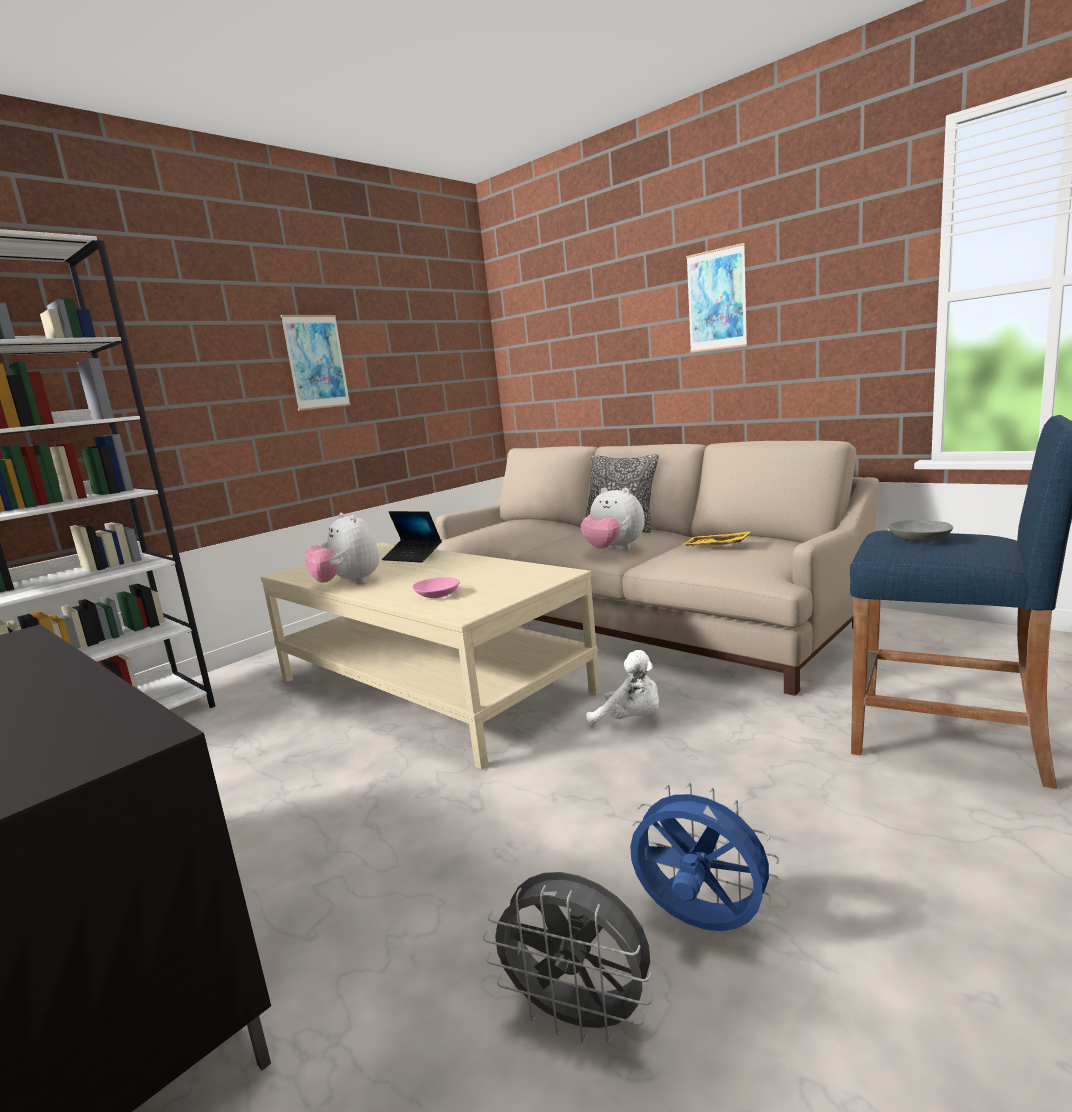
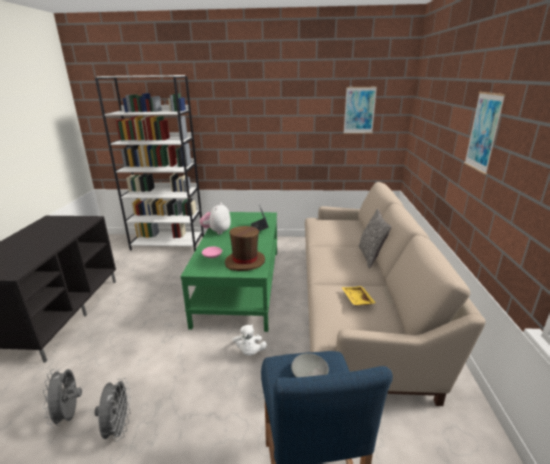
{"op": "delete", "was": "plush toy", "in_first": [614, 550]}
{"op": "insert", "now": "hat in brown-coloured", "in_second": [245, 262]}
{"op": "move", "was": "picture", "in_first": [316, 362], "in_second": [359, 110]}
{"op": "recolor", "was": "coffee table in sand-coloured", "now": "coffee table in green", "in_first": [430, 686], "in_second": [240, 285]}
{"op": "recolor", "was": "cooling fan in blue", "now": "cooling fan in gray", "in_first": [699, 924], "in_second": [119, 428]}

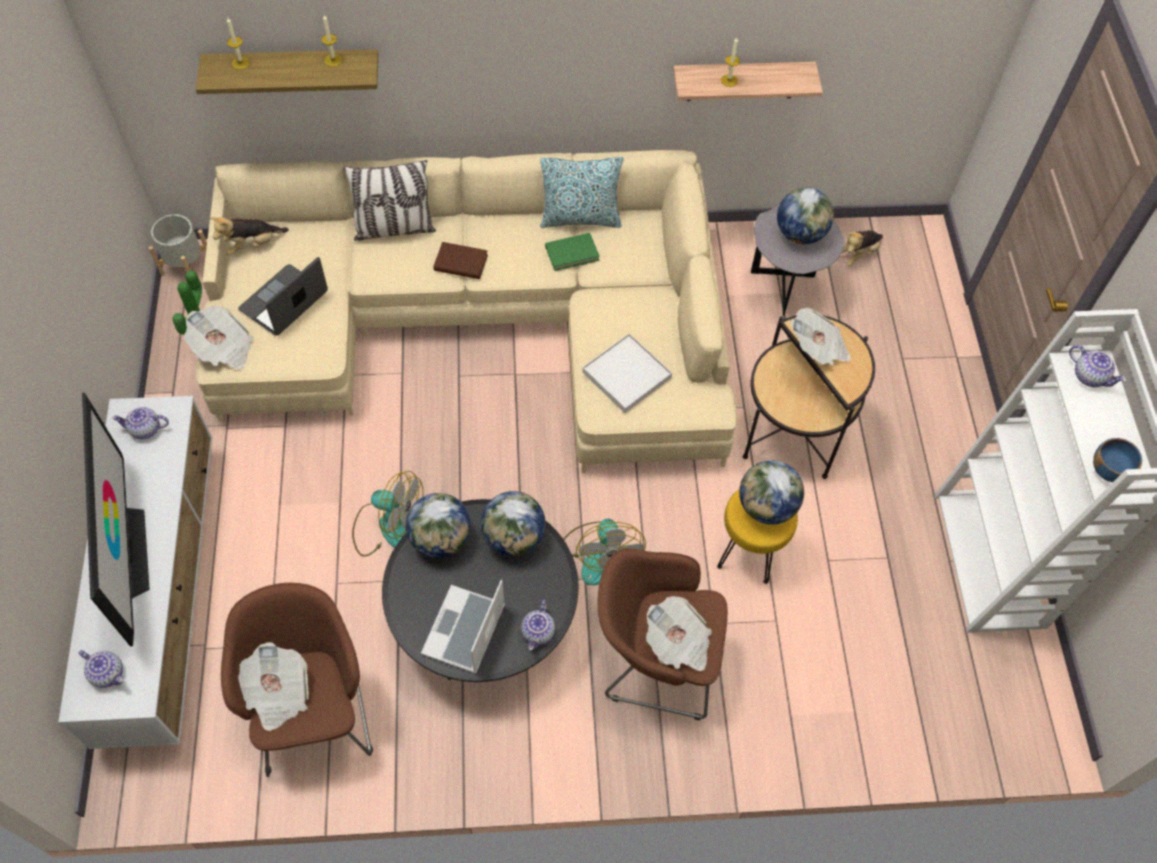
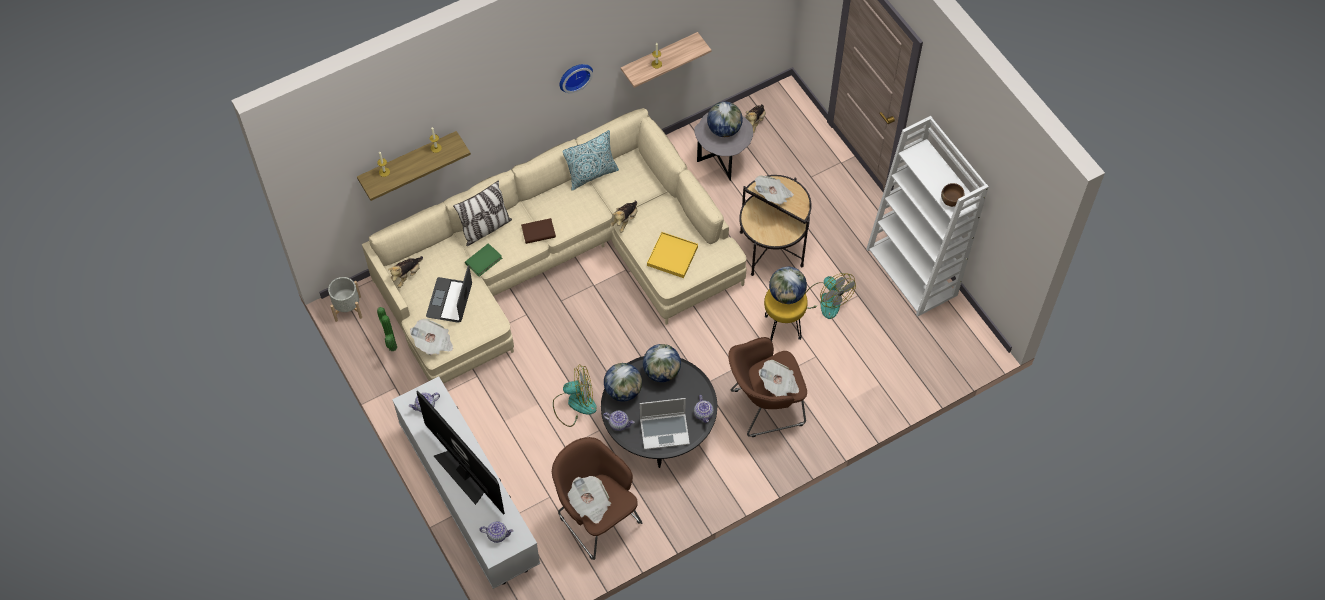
{"op": "insert", "now": "clock on the wall", "in_second": [574, 75]}
{"op": "insert", "now": "plush toy", "in_second": [625, 220]}
{"op": "move", "was": "volume in green", "in_first": [572, 253], "in_second": [483, 261]}
{"op": "move", "was": "cooling fan", "in_first": [599, 553], "in_second": [826, 300]}
{"op": "move", "was": "tea pot", "in_first": [1090, 376], "in_second": [619, 423]}
{"op": "recolor", "was": "tray in white-coloured", "now": "tray in yellow-coloured", "in_first": [626, 375], "in_second": [672, 256]}
{"op": "recolor", "was": "serving bowl in blue", "now": "serving bowl in brown-coloured", "in_first": [1109, 470], "in_second": [951, 200]}
{"op": "rotate", "was": "laptop", "in_first": [464, 631], "in_second": [665, 431], "clockwise": -90}

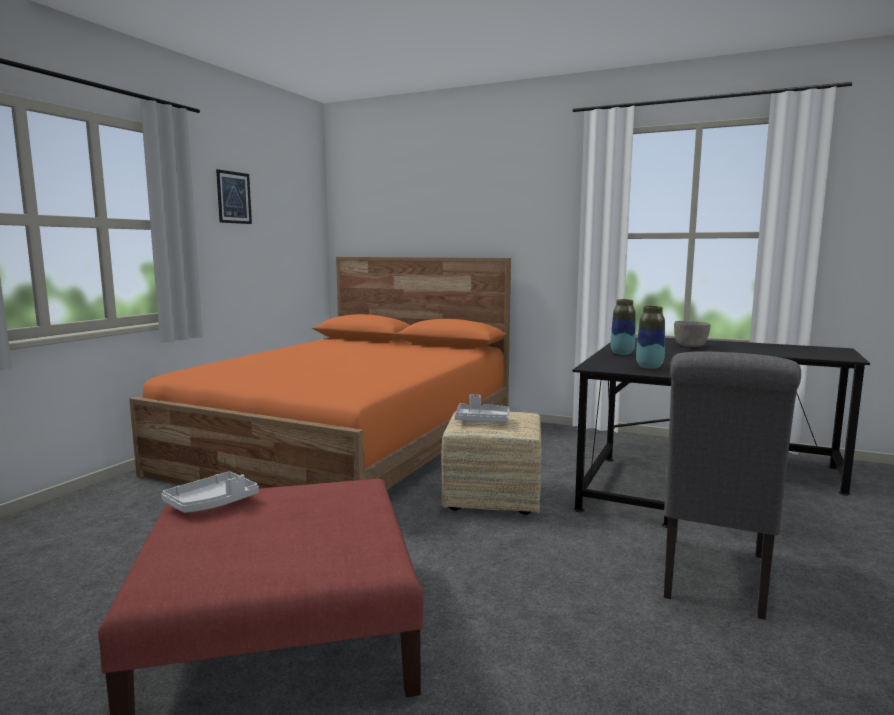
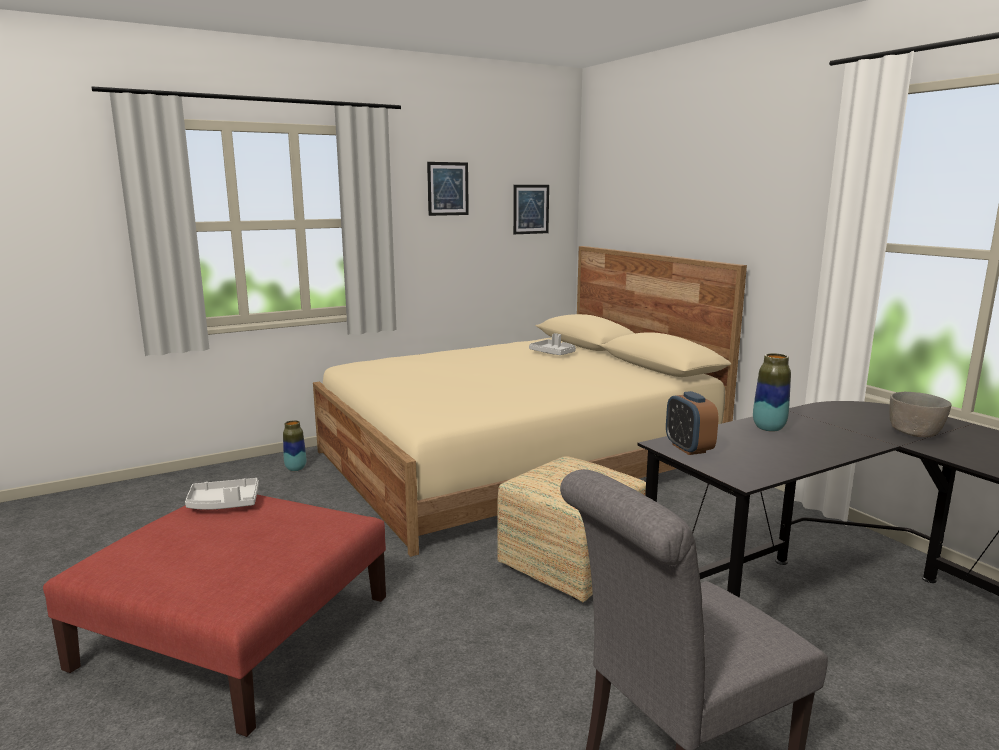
{"op": "insert", "now": "picture", "in_second": [531, 209]}
{"op": "insert", "now": "table clock", "in_second": [688, 448]}
{"op": "move", "was": "tray in gray", "in_first": [482, 420], "in_second": [553, 353]}
{"op": "move", "was": "flower vase", "in_first": [649, 367], "in_second": [295, 468]}
{"op": "recolor", "was": "sleeping bed in orangey", "now": "sleeping bed in sand-coloured", "in_first": [350, 443], "in_second": [518, 460]}

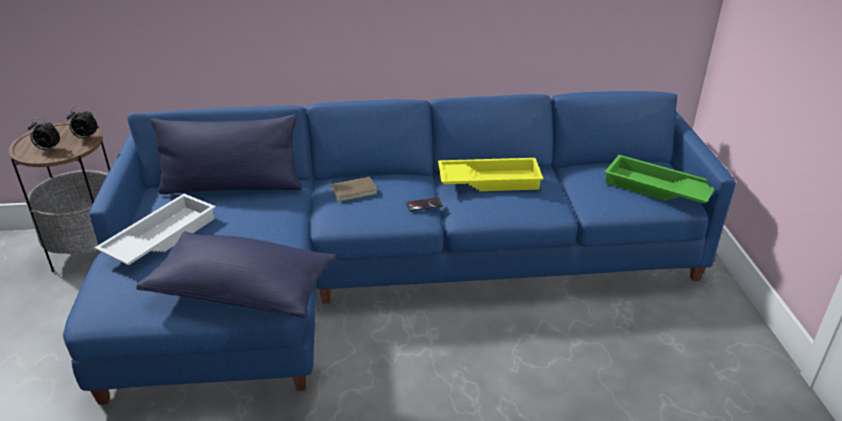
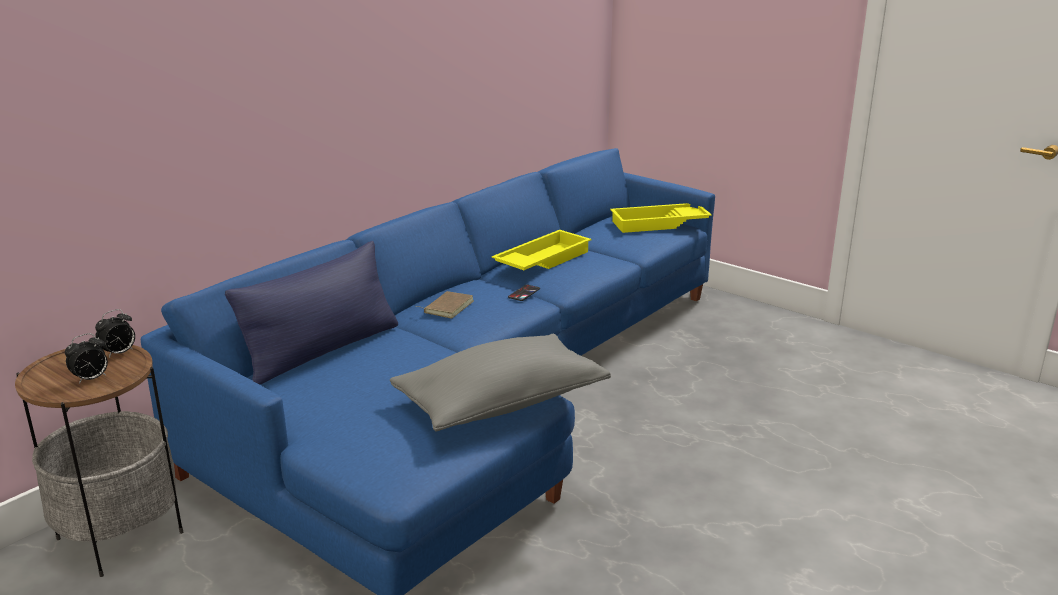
{"op": "delete", "was": "tray in white-coloured", "in_first": [160, 237]}
{"op": "recolor", "was": "throw pillow in blue", "now": "throw pillow in gray", "in_first": [243, 292], "in_second": [501, 404]}
{"op": "recolor", "was": "tray in green", "now": "tray in yellow-coloured", "in_first": [656, 189], "in_second": [659, 224]}

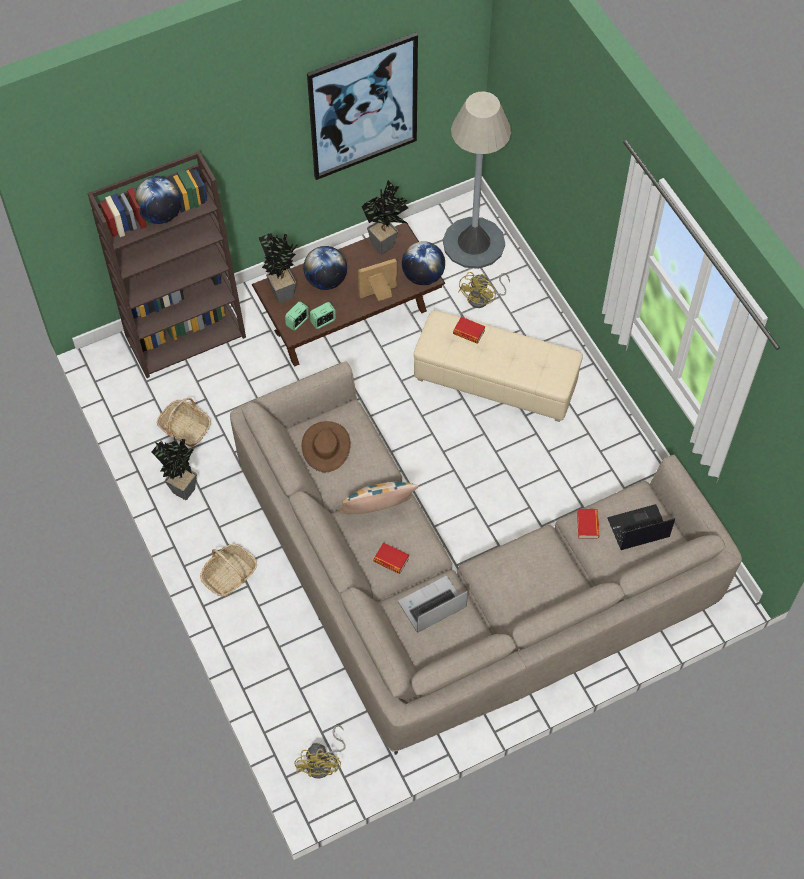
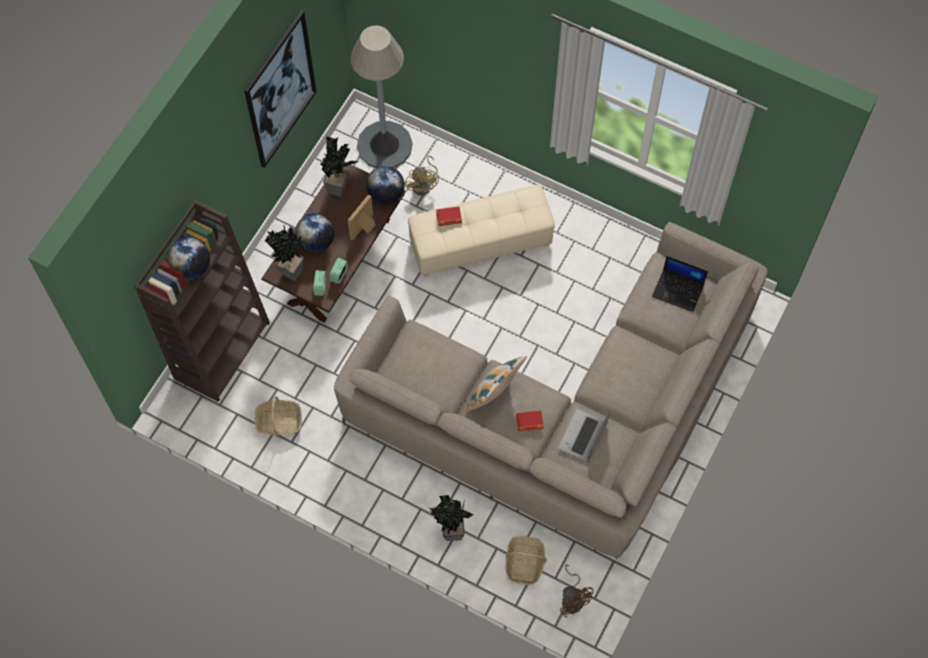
{"op": "delete", "was": "hat in brown-coloured", "in_first": [326, 447]}
{"op": "delete", "was": "volume", "in_first": [587, 525]}
{"op": "move", "was": "plant in a pot", "in_first": [182, 487], "in_second": [449, 531]}
{"op": "move", "was": "household basket", "in_first": [229, 575], "in_second": [524, 563]}
{"op": "recolor", "was": "cooling fan in yellow-coloured", "now": "cooling fan in brown-coloured", "in_first": [323, 763], "in_second": [573, 598]}
{"op": "rotate", "was": "laptop", "in_first": [637, 529], "in_second": [678, 290], "clockwise": -105}

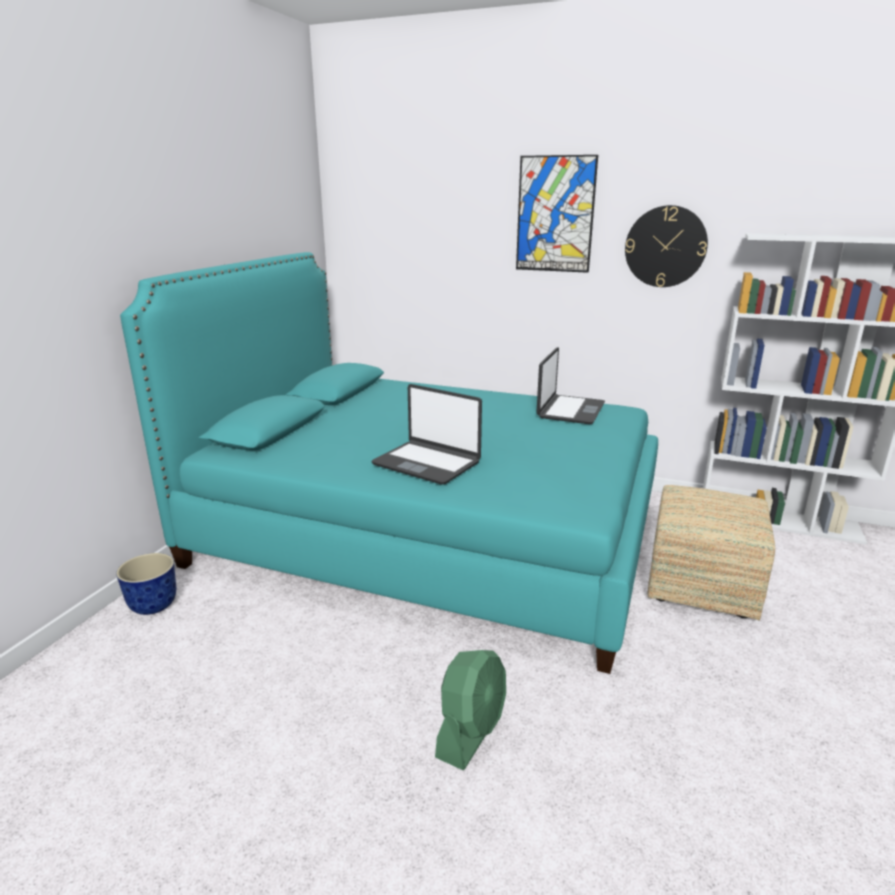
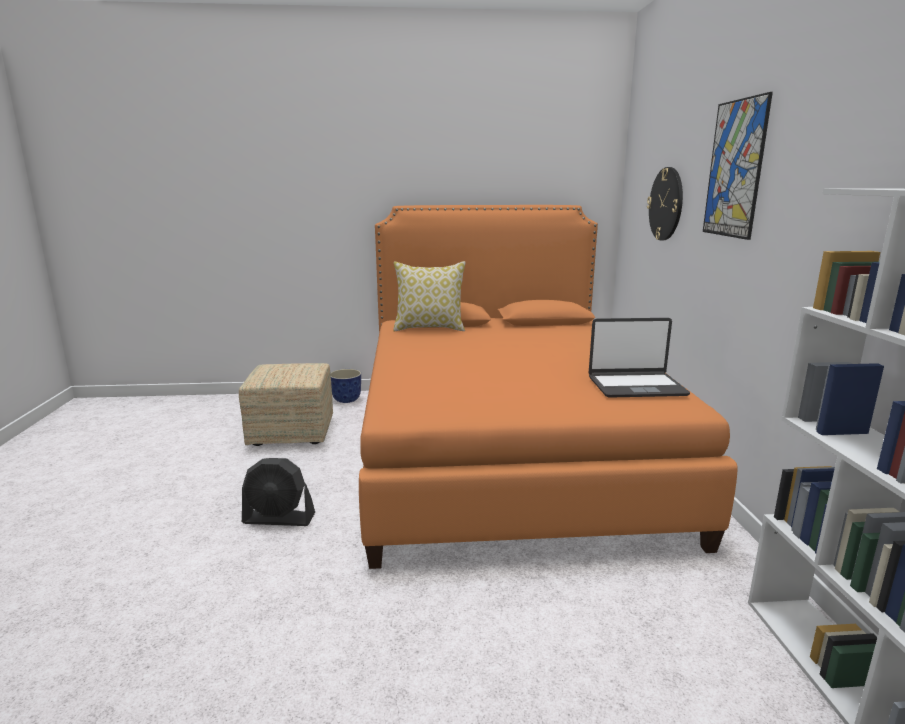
{"op": "delete", "was": "laptop", "in_first": [427, 463]}
{"op": "insert", "now": "throw pillow", "in_second": [429, 328]}
{"op": "move", "was": "clock on the wall", "in_first": [665, 246], "in_second": [666, 204]}
{"op": "move", "was": "footrest", "in_first": [700, 585], "in_second": [293, 432]}
{"op": "recolor", "was": "sleeping bed in turquoise-coloured", "now": "sleeping bed in orangey", "in_first": [428, 533], "in_second": [505, 450]}
{"op": "recolor", "was": "cooling fan in green", "now": "cooling fan in blackish", "in_first": [471, 731], "in_second": [279, 519]}

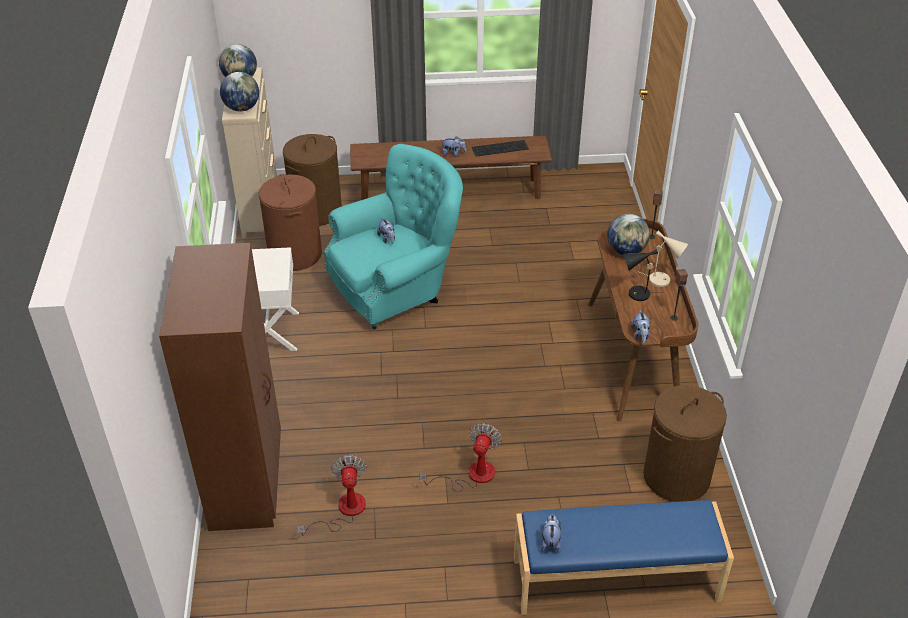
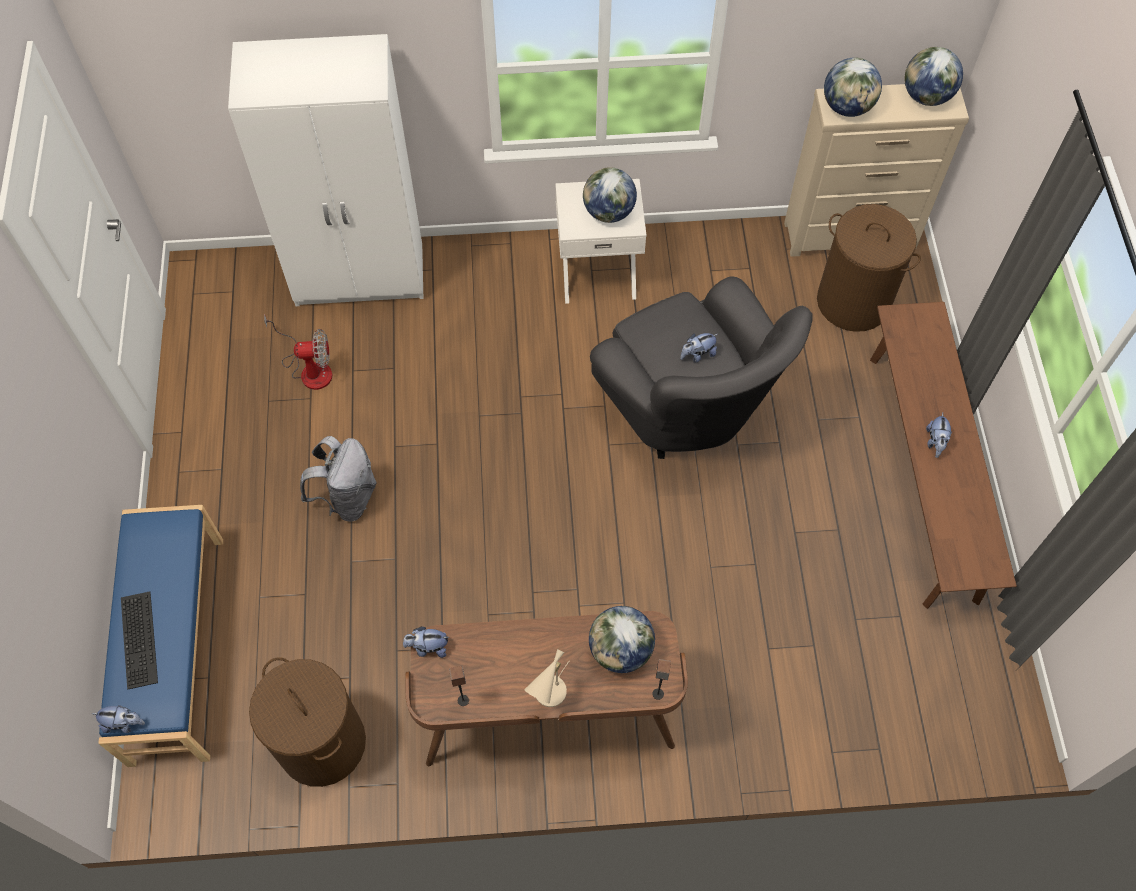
{"op": "delete", "was": "hamper in brown-coloured", "in_first": [295, 254]}
{"op": "delete", "was": "lamp for a table in blackish", "in_first": [636, 294]}
{"op": "insert", "now": "world globe", "in_second": [608, 212]}
{"op": "move", "was": "PC keyboard", "in_first": [500, 147], "in_second": [141, 640]}
{"op": "move", "was": "plush toy", "in_first": [550, 542], "in_second": [124, 723]}
{"op": "replace", "was": "cooling fan", "now": "backpack in gray", "in_first": [471, 475], "in_second": [347, 497]}
{"op": "recolor", "was": "armoire in brown-coloured", "now": "armoire in white-coloured", "in_first": [247, 480], "in_second": [361, 276]}
{"op": "recolor", "was": "easy chair in turquoise-coloured", "now": "easy chair in gray", "in_first": [396, 288], "in_second": [688, 407]}

